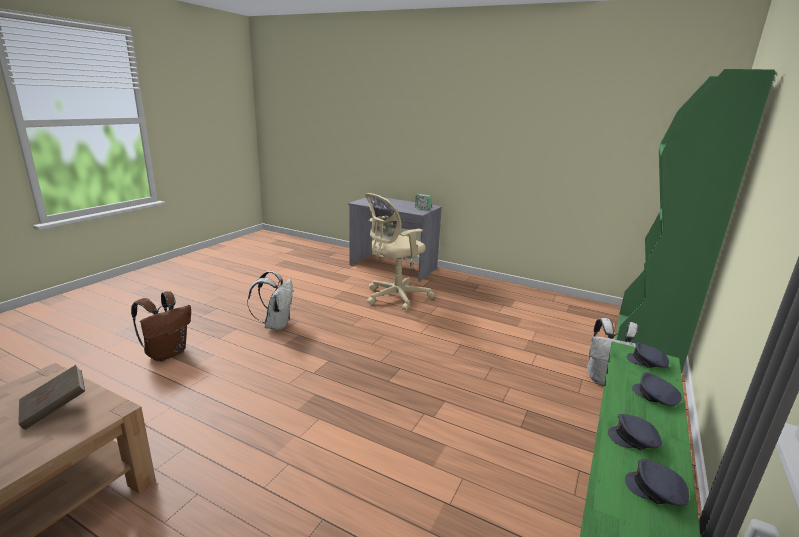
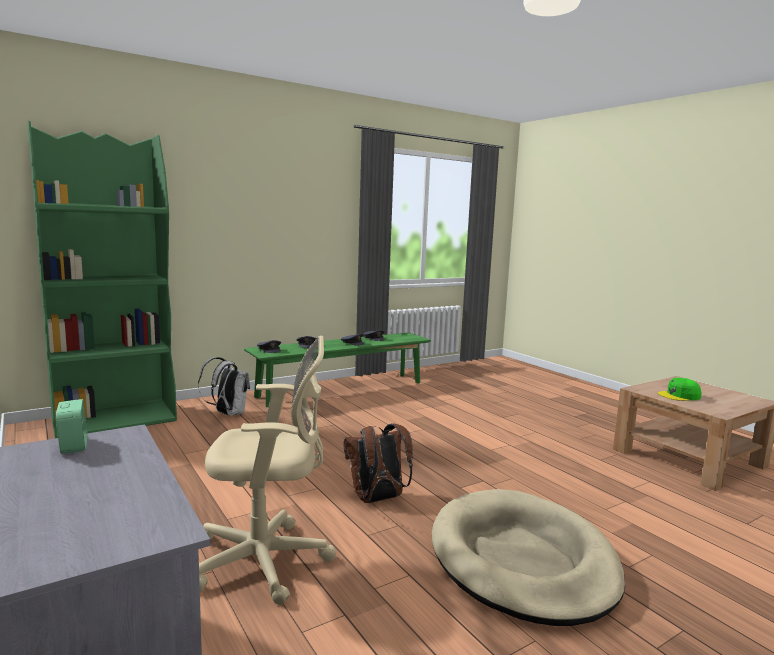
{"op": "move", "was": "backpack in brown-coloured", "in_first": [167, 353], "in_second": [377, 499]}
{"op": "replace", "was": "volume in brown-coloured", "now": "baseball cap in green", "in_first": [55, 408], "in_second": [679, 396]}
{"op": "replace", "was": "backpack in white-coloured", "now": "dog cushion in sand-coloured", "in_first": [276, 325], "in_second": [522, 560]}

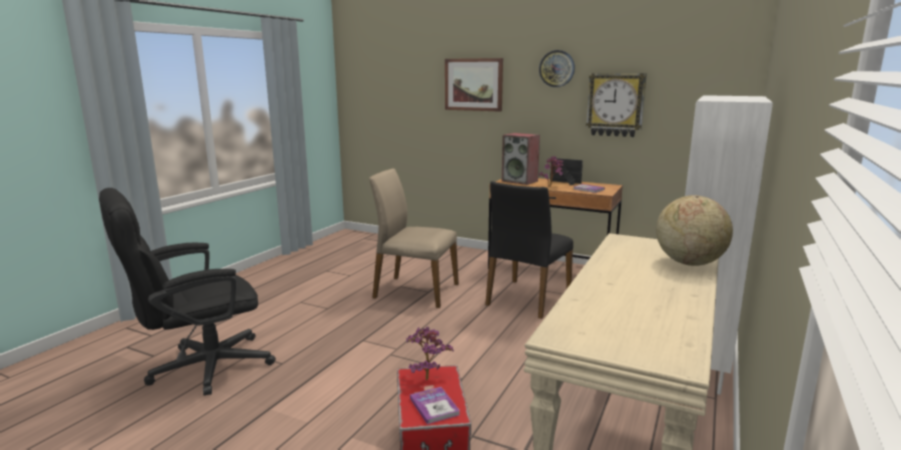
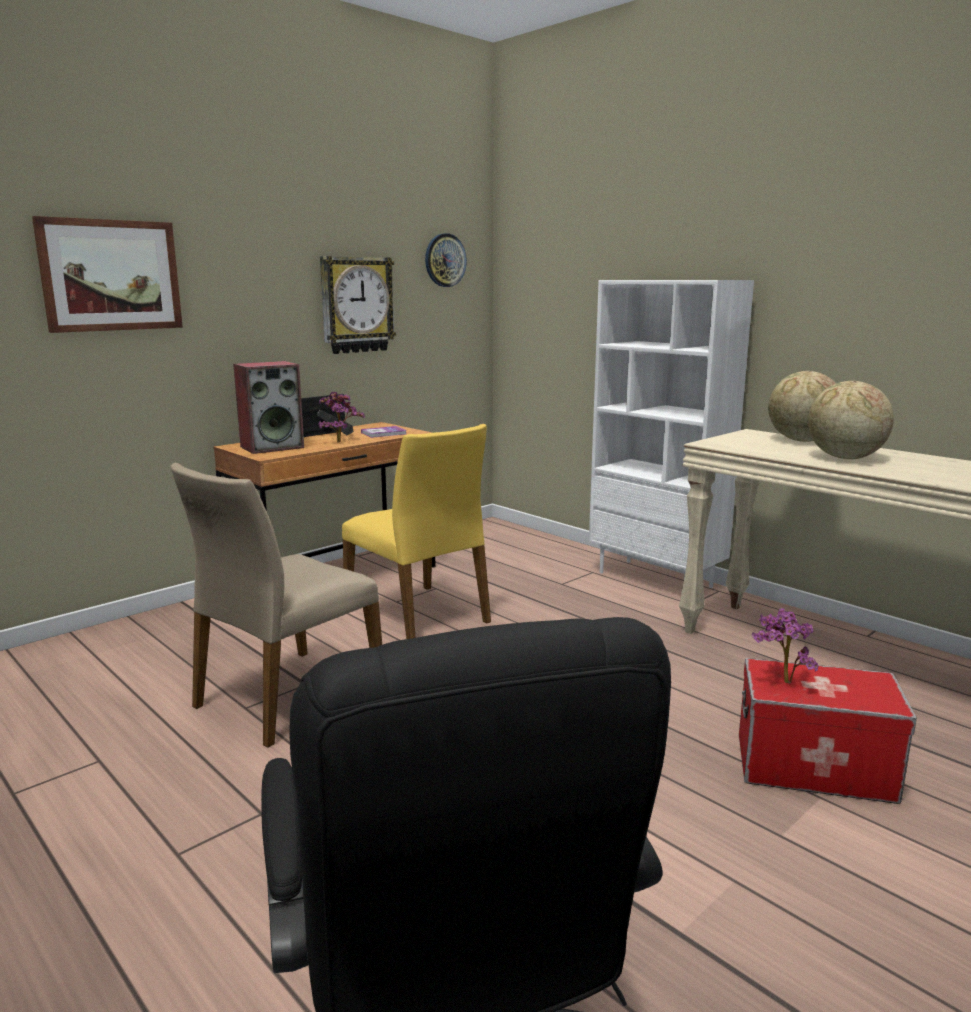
{"op": "delete", "was": "volume", "in_first": [434, 406]}
{"op": "insert", "now": "world globe", "in_second": [844, 458]}
{"op": "move", "was": "clock on the wall", "in_first": [557, 68], "in_second": [445, 260]}
{"op": "recolor", "was": "plain chair in blackish", "now": "plain chair in yellow-coloured", "in_first": [527, 299], "in_second": [419, 616]}

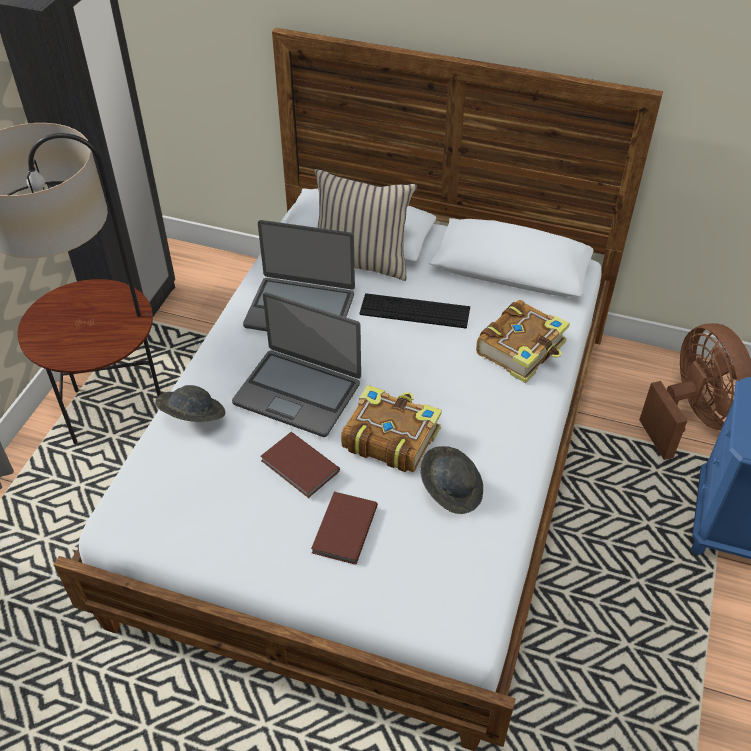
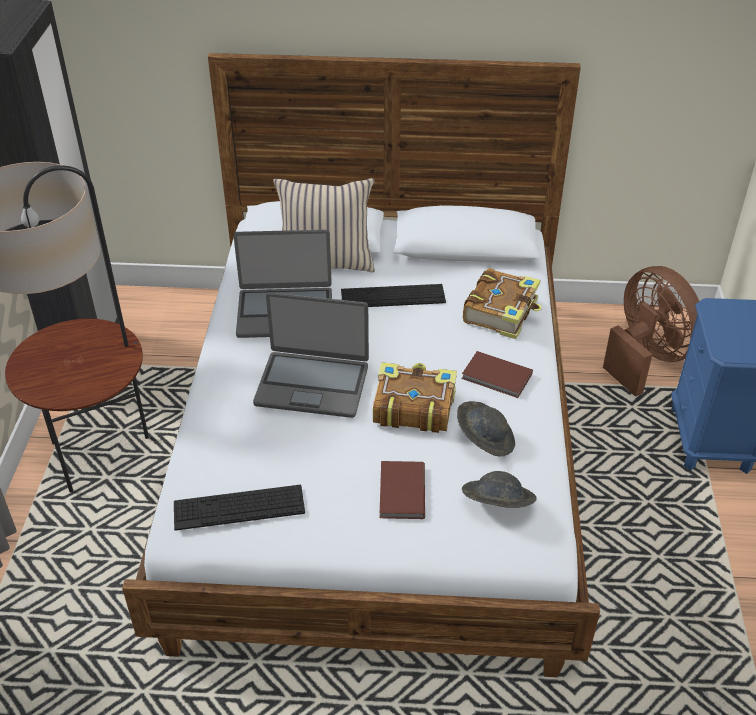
{"op": "insert", "now": "PC keyboard", "in_second": [239, 507]}
{"op": "move", "was": "hat in gray", "in_first": [192, 417], "in_second": [496, 505]}
{"op": "move", "was": "volume in brown-coloured", "in_first": [299, 467], "in_second": [497, 377]}

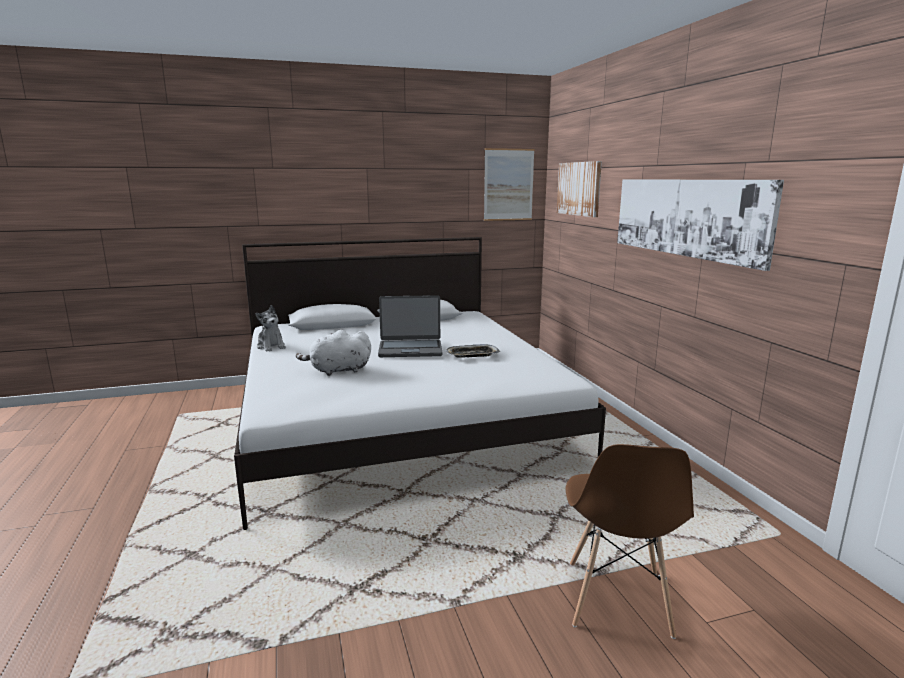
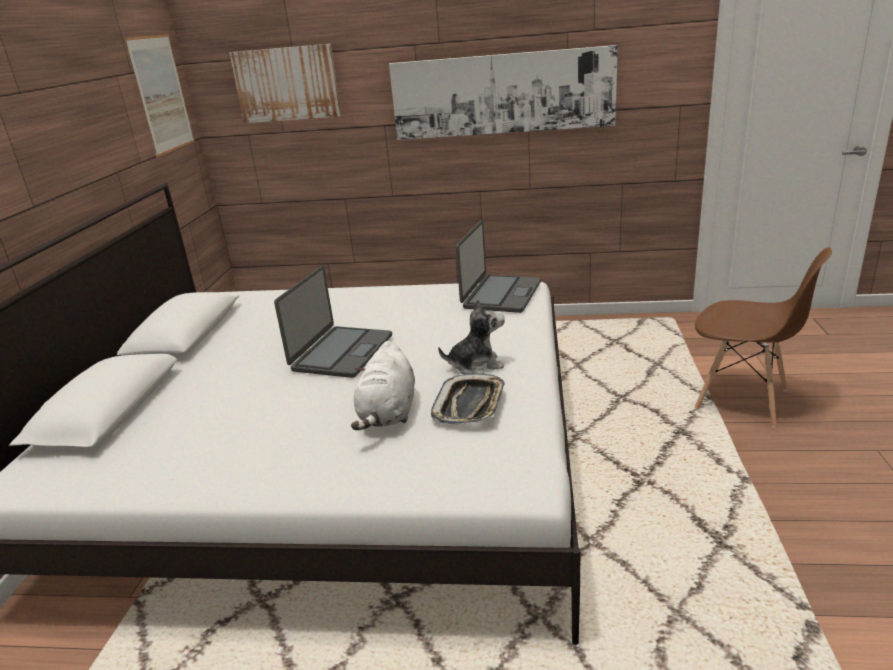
{"op": "insert", "now": "laptop", "in_second": [500, 295]}
{"op": "move", "was": "plush toy", "in_first": [271, 346], "in_second": [475, 365]}
{"op": "move", "was": "tray", "in_first": [472, 355], "in_second": [470, 405]}

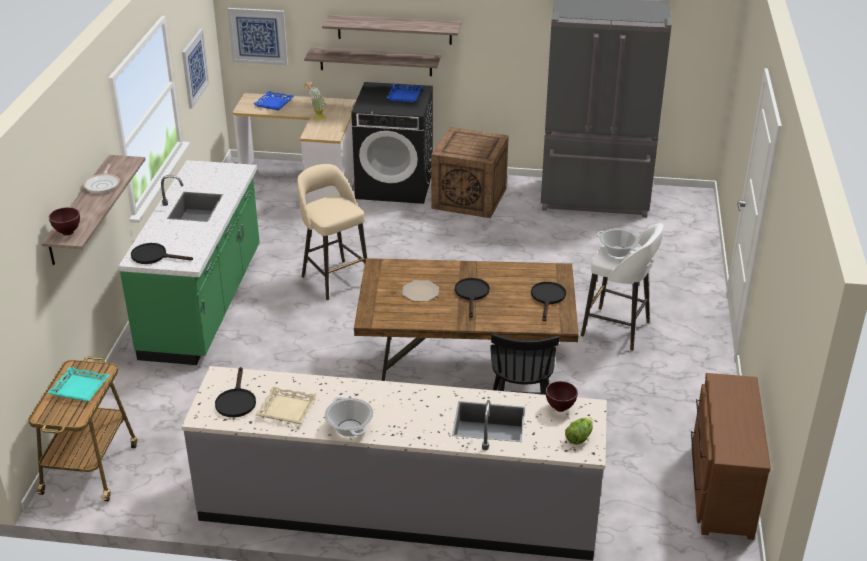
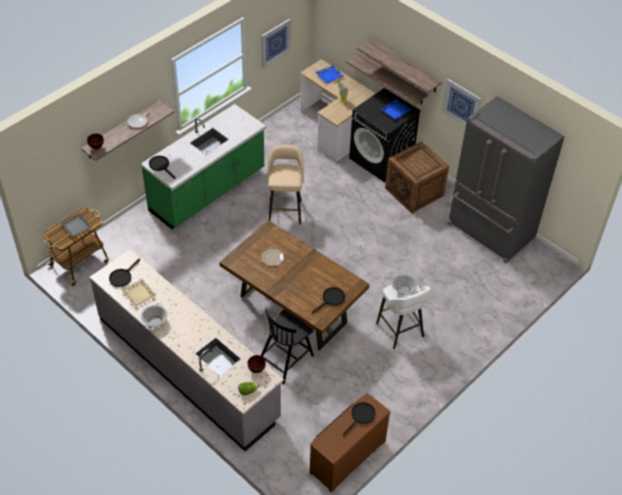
{"op": "move", "was": "picture", "in_first": [258, 36], "in_second": [461, 104]}
{"op": "move", "was": "frying pan in blackish", "in_first": [472, 294], "in_second": [361, 417]}
{"op": "recolor", "was": "tray in turquoise-coloured", "now": "tray in gray", "in_first": [79, 388], "in_second": [76, 226]}

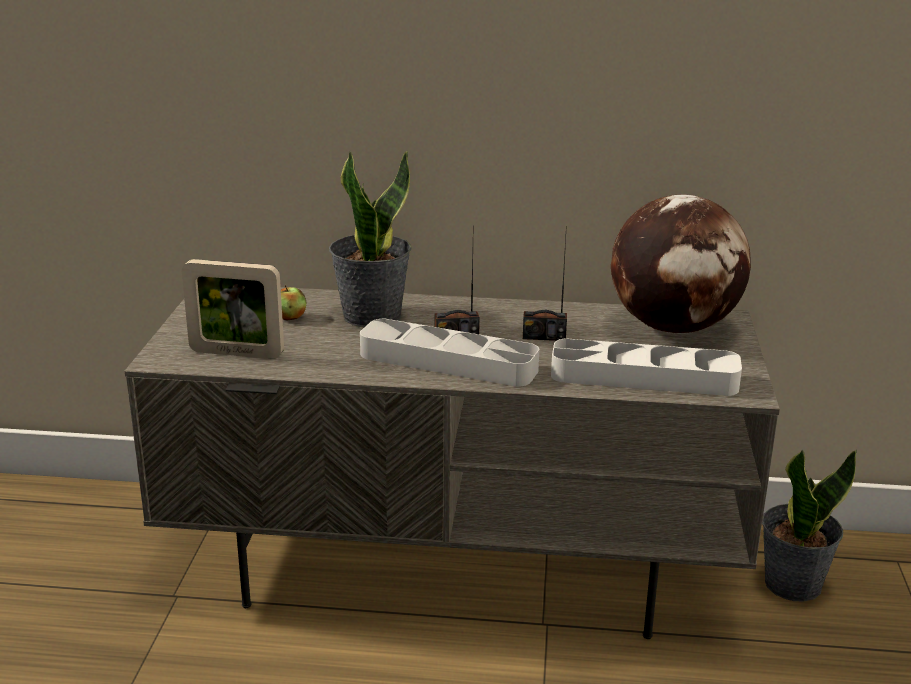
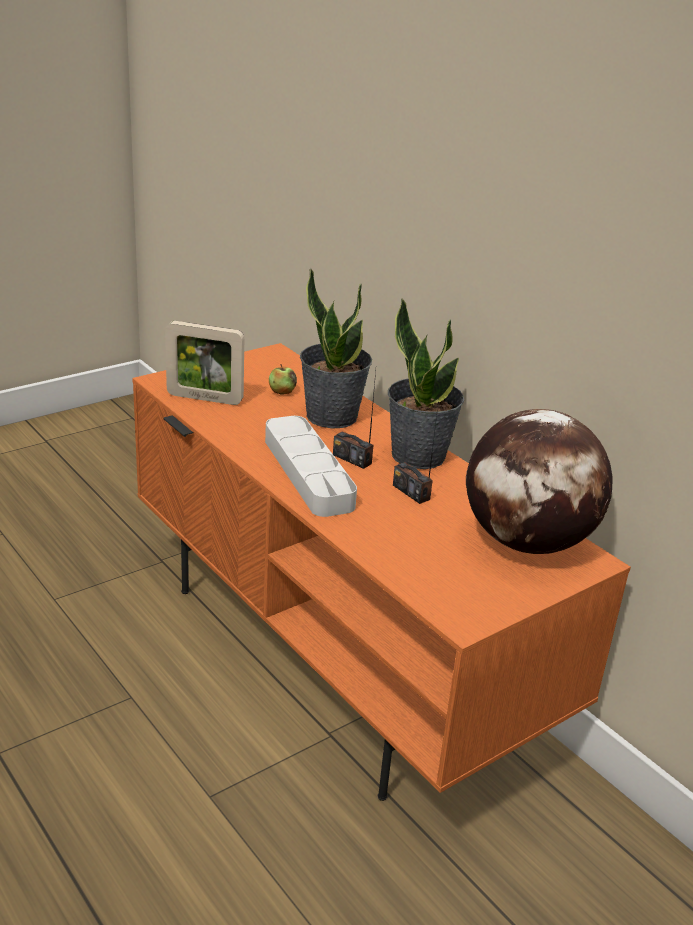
{"op": "delete", "was": "tray in white-coloured", "in_first": [644, 377]}
{"op": "move", "was": "plant in a pot", "in_first": [792, 583], "in_second": [418, 455]}
{"op": "recolor", "was": "tv stand in gray", "now": "tv stand in orangey", "in_first": [456, 565], "in_second": [339, 655]}
{"op": "rotate", "was": "photo frame", "in_first": [236, 353], "in_second": [205, 398], "clockwise": -45}

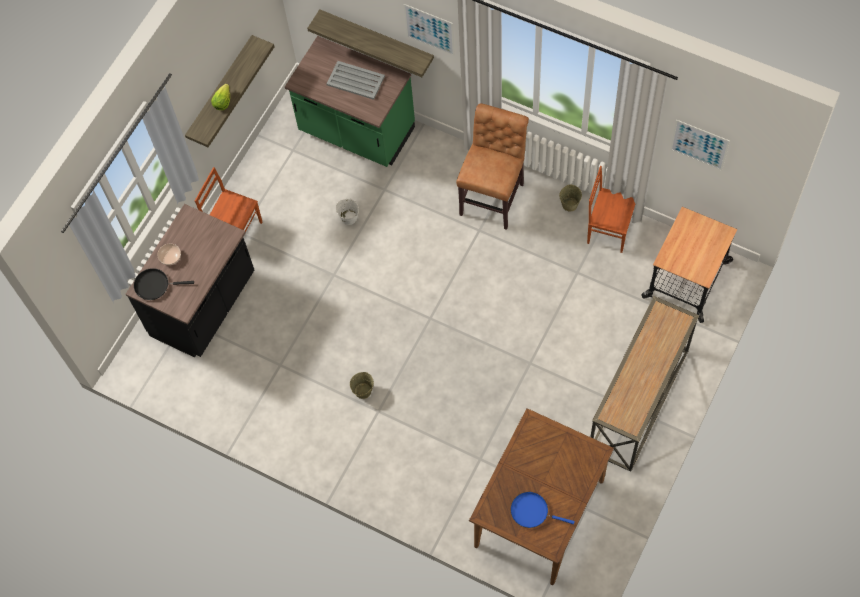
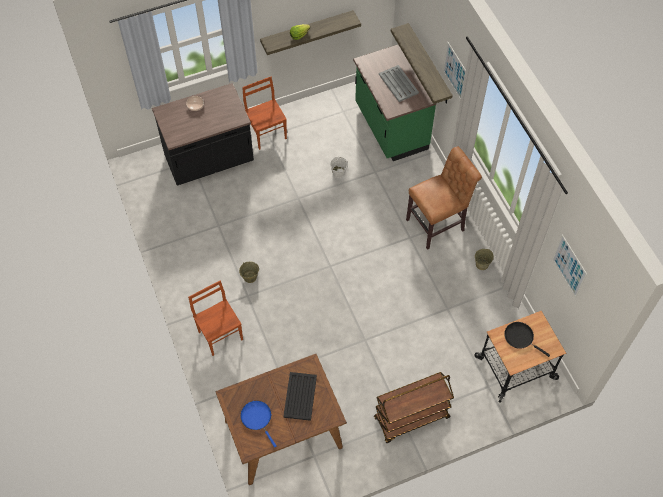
{"op": "insert", "now": "tray in blackish", "in_second": [300, 397]}
{"op": "move", "was": "frying pan in blackish", "in_first": [155, 285], "in_second": [520, 337]}
{"op": "move", "was": "plain chair in brown-coloured", "in_first": [609, 230], "in_second": [221, 335]}
{"op": "replace", "was": "hall table", "now": "wheeled cart in brown-coloured", "in_first": [639, 401], "in_second": [411, 418]}

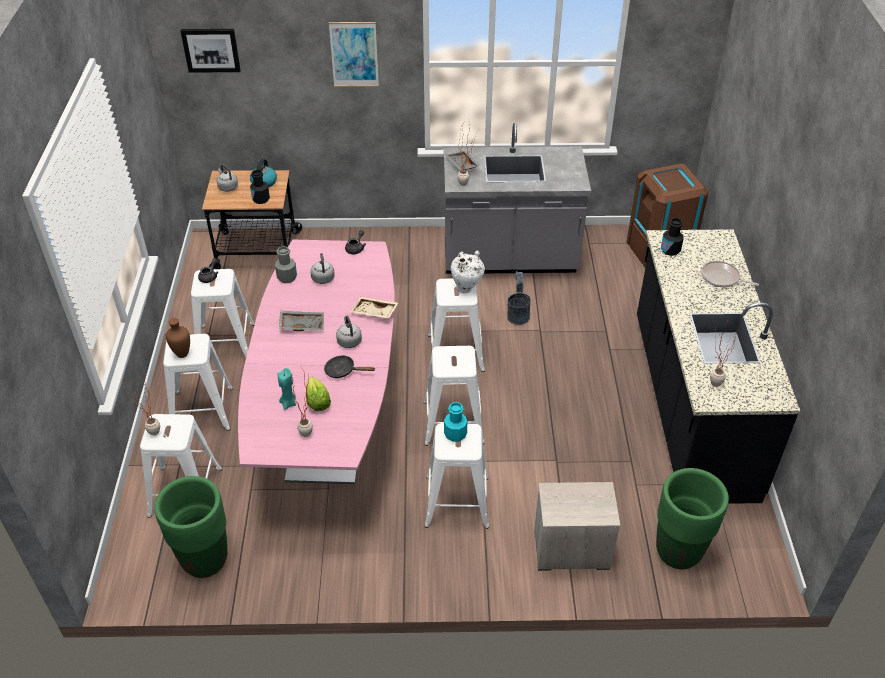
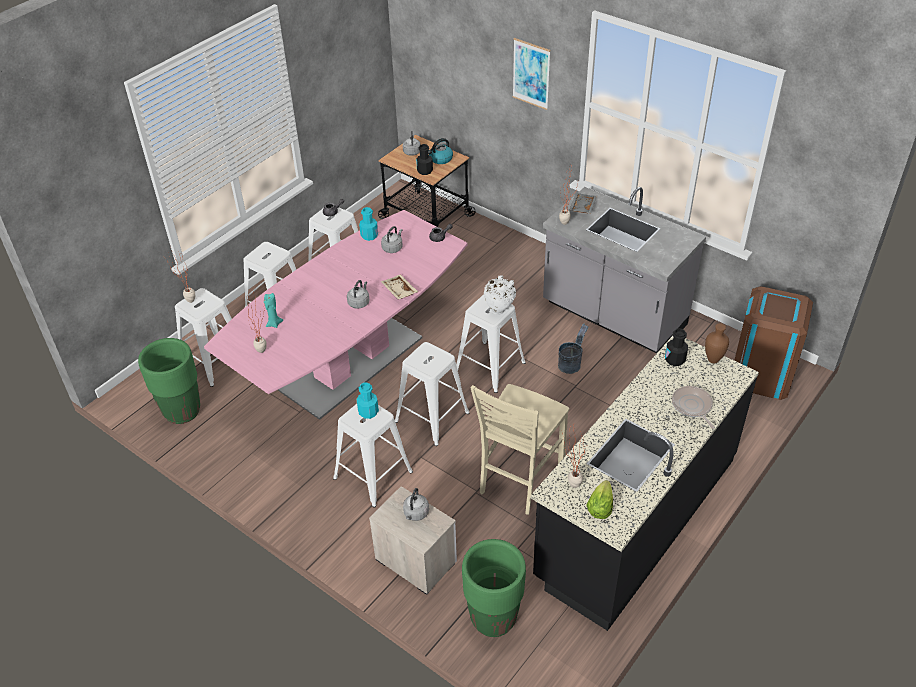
{"op": "delete", "was": "picture", "in_first": [211, 50]}
{"op": "delete", "was": "tray in gray", "in_first": [302, 324]}
{"op": "delete", "was": "frying pan in blackish", "in_first": [343, 371]}
{"op": "insert", "now": "tea kettle in gray", "in_second": [415, 514]}
{"op": "insert", "now": "plain chair in sand-coloured", "in_second": [519, 480]}
{"op": "move", "was": "flower vase in brown-coloured", "in_first": [183, 354], "in_second": [714, 359]}
{"op": "move", "was": "head of lettuce", "in_first": [317, 402], "in_second": [600, 508]}
{"op": "recolor", "was": "drink bottle in gray", "now": "drink bottle in turquoise-coloured", "in_first": [287, 277], "in_second": [369, 236]}

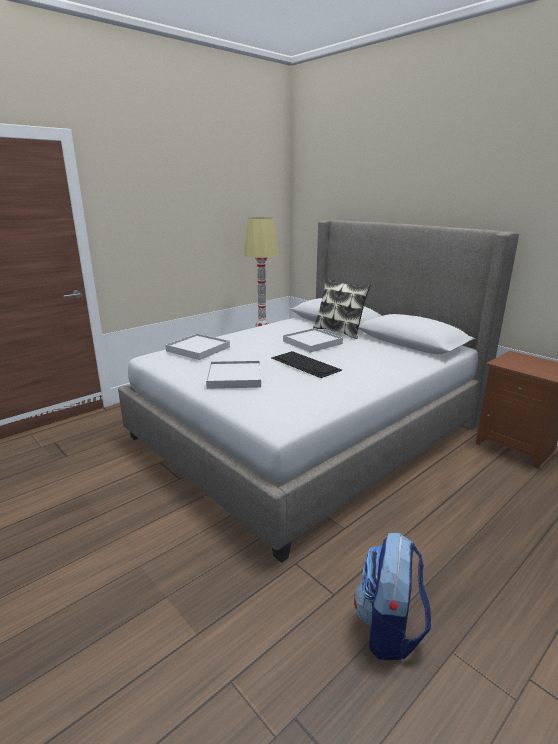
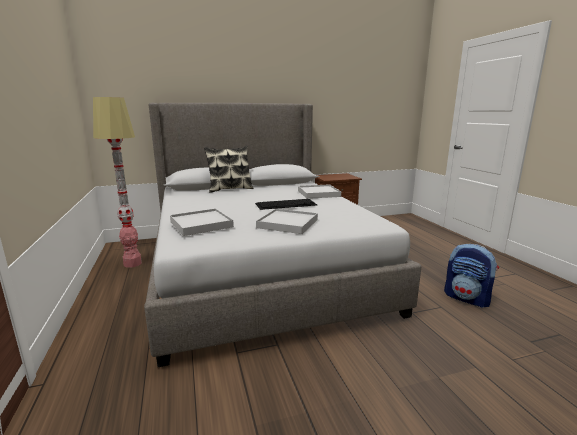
{"op": "move", "was": "tray in white-coloured", "in_first": [312, 342], "in_second": [318, 193]}

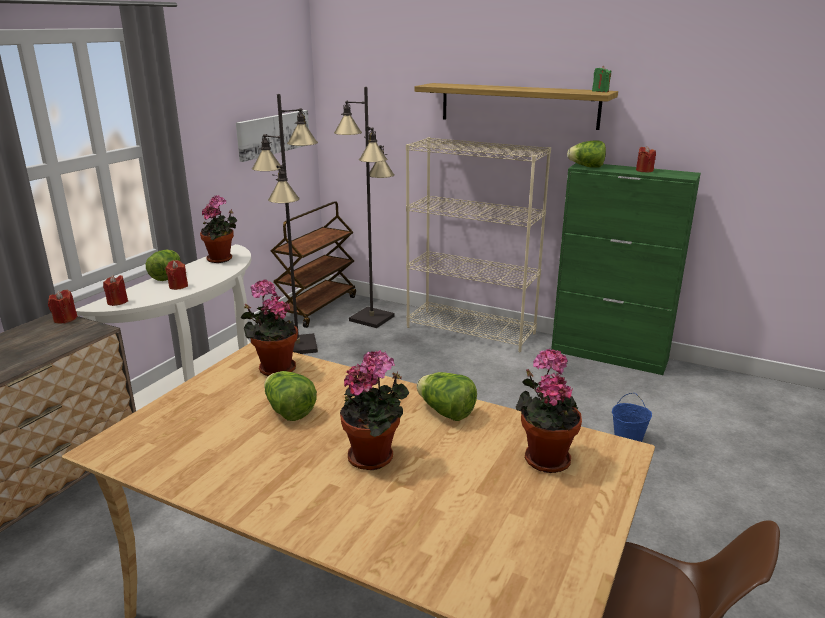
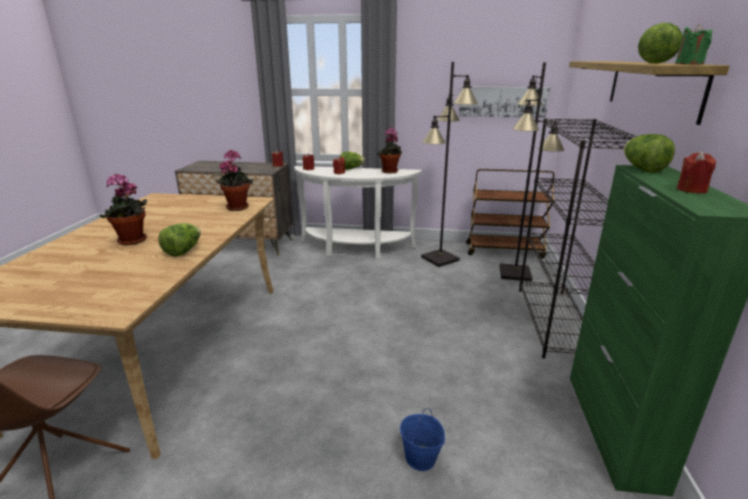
{"op": "delete", "was": "plant in a pot", "in_first": [544, 457]}
{"op": "move", "was": "head of lettuce", "in_first": [289, 411], "in_second": [654, 63]}
{"op": "recolor", "was": "bookshelf in sand-coloured", "now": "bookshelf in blackish", "in_first": [471, 330], "in_second": [554, 322]}

